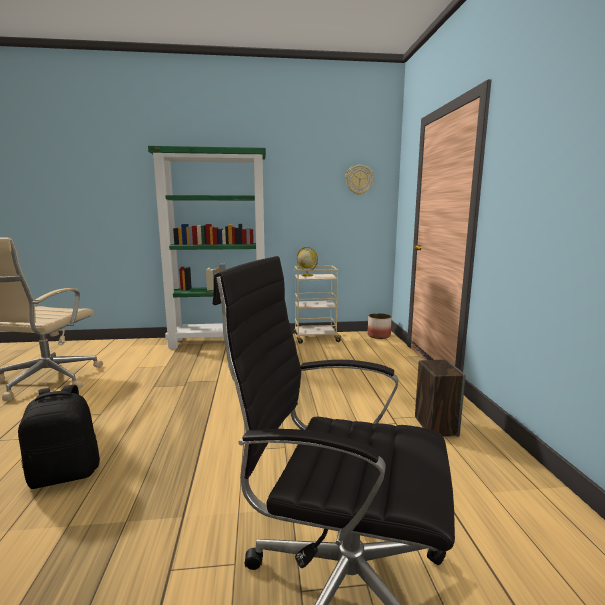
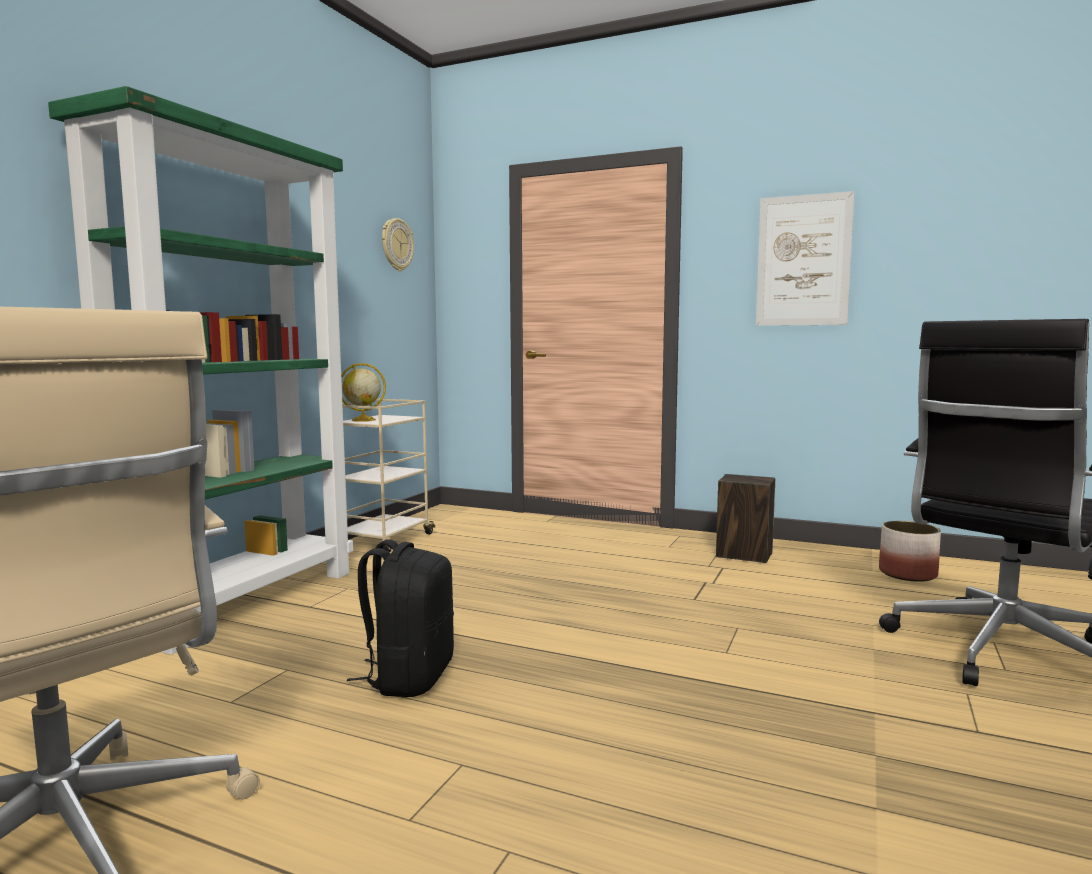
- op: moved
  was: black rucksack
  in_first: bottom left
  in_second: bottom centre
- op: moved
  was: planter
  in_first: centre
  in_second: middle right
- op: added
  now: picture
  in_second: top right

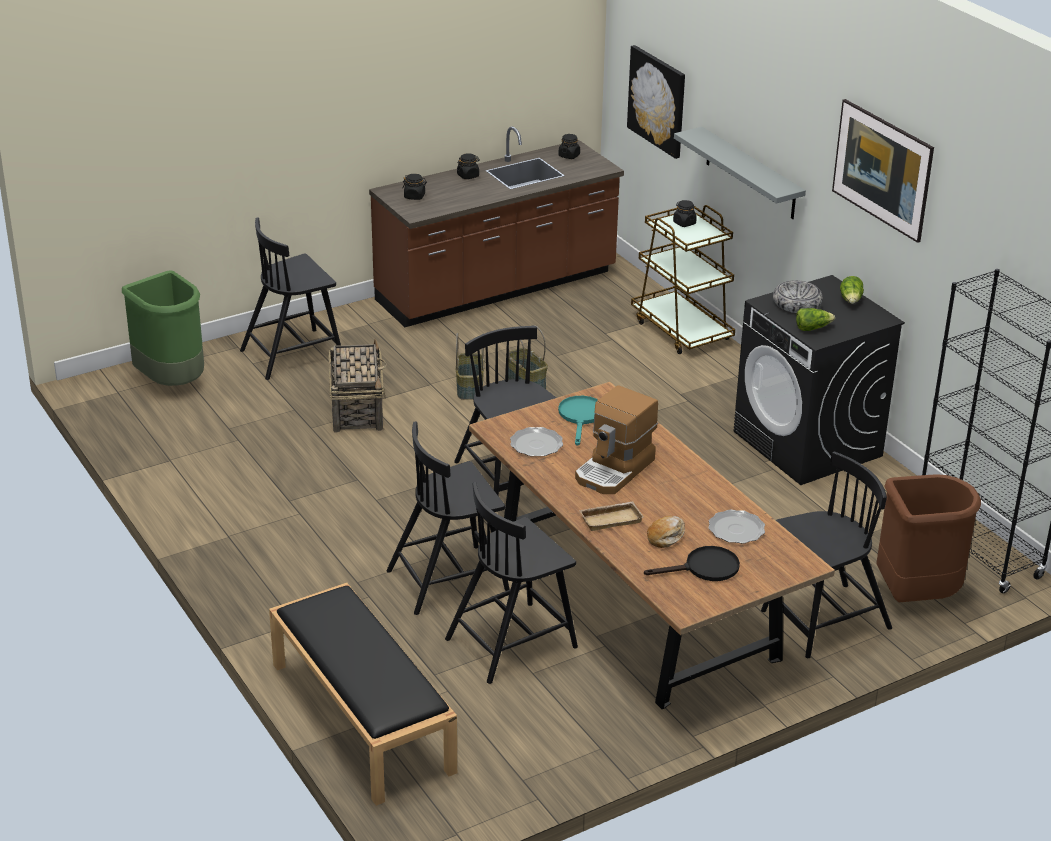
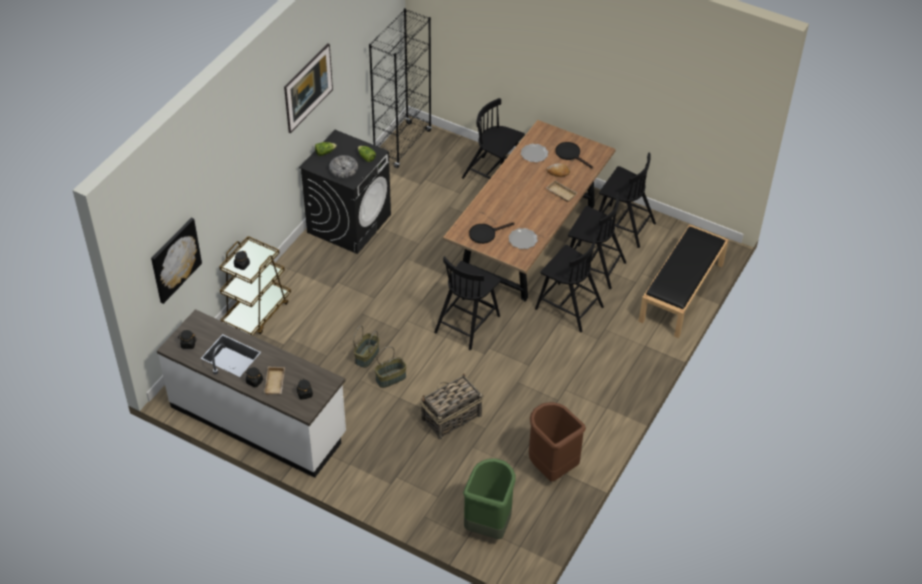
- op: moved
  was: black upright chair (1st from left in the first image)
  now: black upright chair (5th from left)
  in_first: middle left
  in_second: middle right
- op: recoloured
  was: brown kitchen counter
  now: white kitchen counter
  in_first: top centre
  in_second: bottom left
- op: recoloured
  was: blue-green pan
  now: black pan (1st from left)
  in_first: centre
  in_second: centre
- op: removed
  was: coffee brewer
  in_first: centre
- op: removed
  was: greyish bracket shelf
  in_first: top right
- op: moved
  was: brown rubbish bin
  in_first: middle right
  in_second: bottom centre
- op: added
  now: beige tray (1st from left)
  in_second: middle left

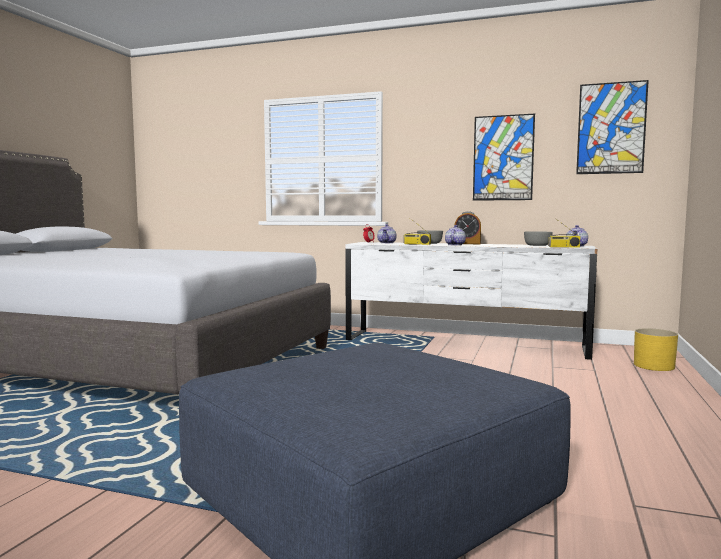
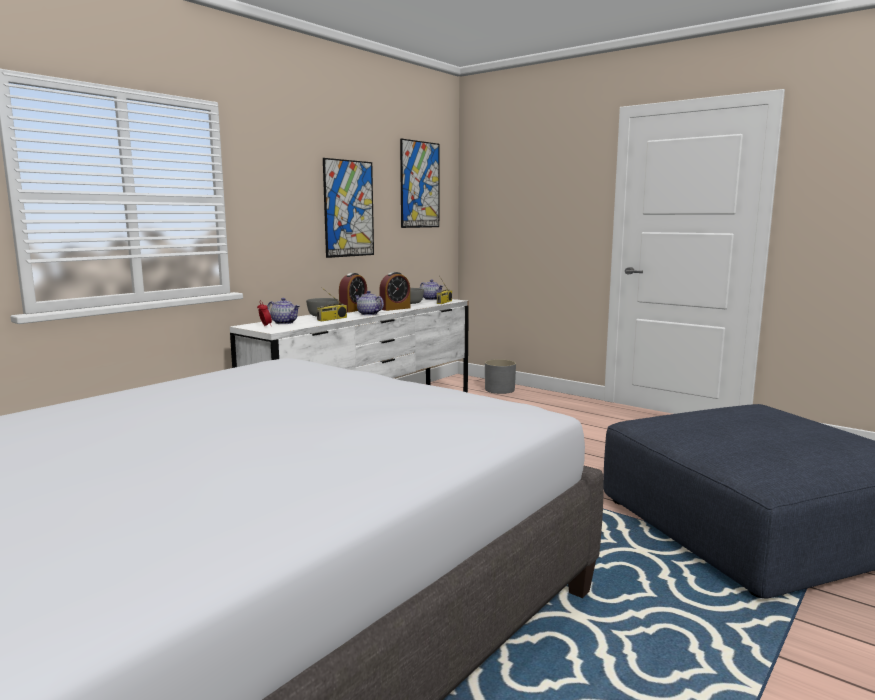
- op: recoloured
  was: yellow planter
  now: greyish planter
  in_first: middle right
  in_second: centre
- op: added
  now: table clock (3rd from left)
  in_second: centre

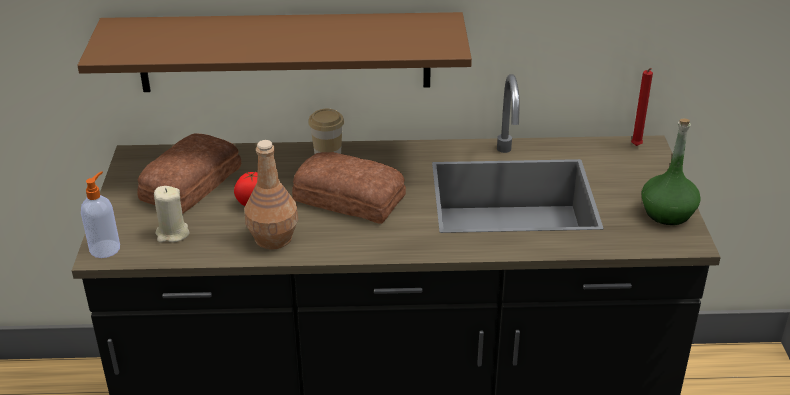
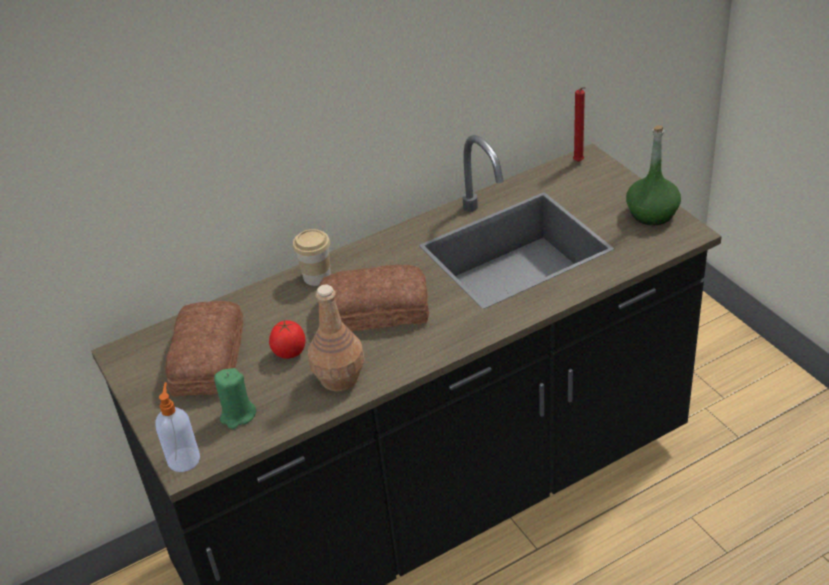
- op: removed
  was: brown bracket shelf
  in_first: top centre
- op: recoloured
  was: beige candle
  now: greenish candle
  in_first: middle left
  in_second: bottom left

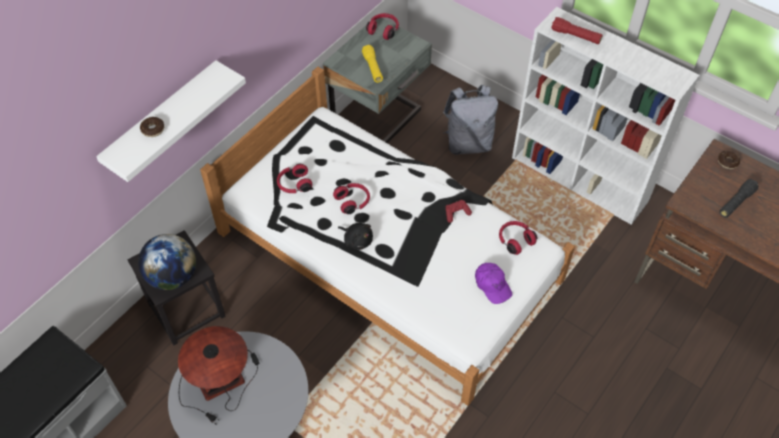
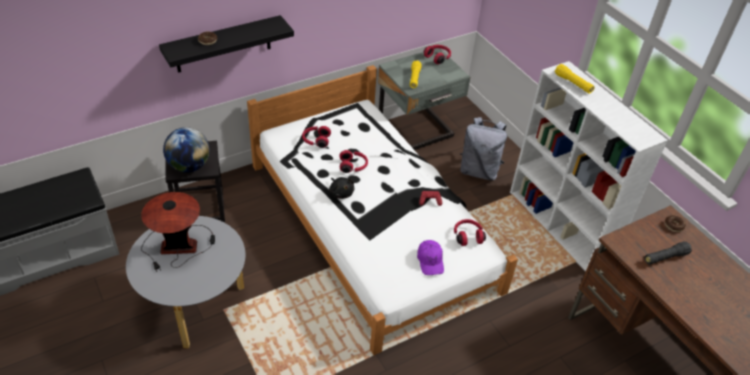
- op: recoloured
  was: white bracket shelf
  now: black bracket shelf
  in_first: top left
  in_second: top left
- op: recoloured
  was: reddish hand torch
  now: yellow hand torch (2nd from left)
  in_first: top right
  in_second: top right

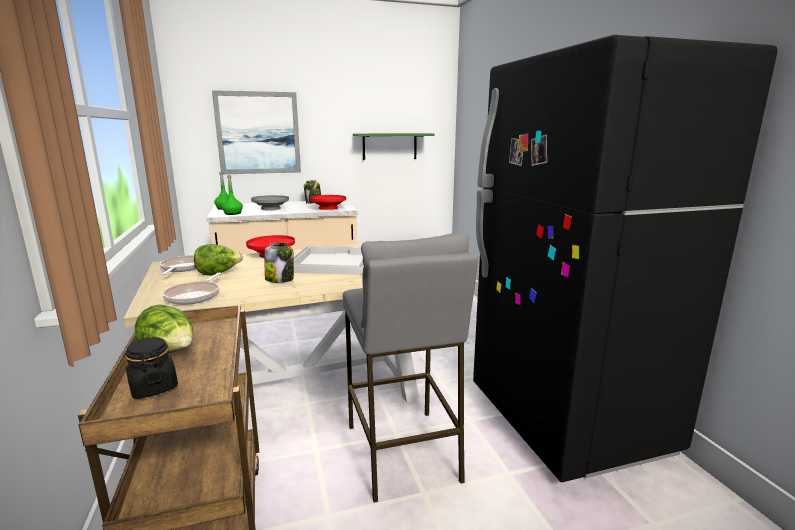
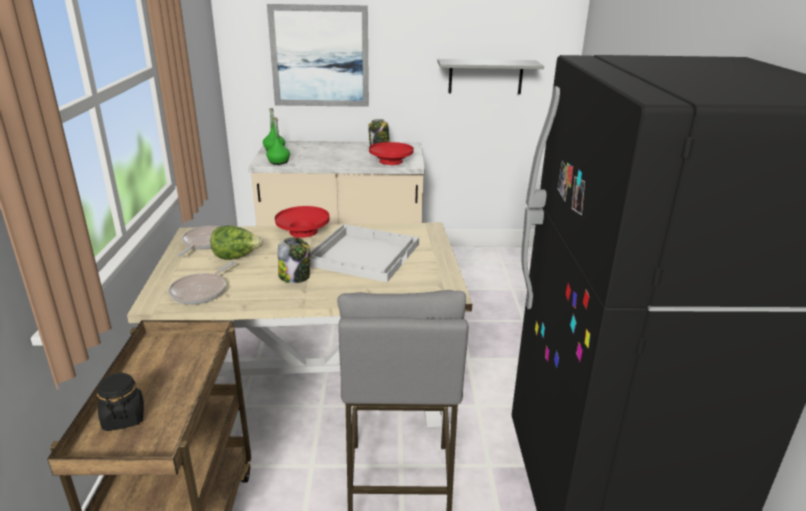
- op: removed
  was: head of lettuce (1st from left)
  in_first: middle left
- op: removed
  was: greyish serving bowl
  in_first: centre
- op: recoloured
  was: greenish bracket shelf
  now: greyish bracket shelf
  in_first: top centre
  in_second: top centre

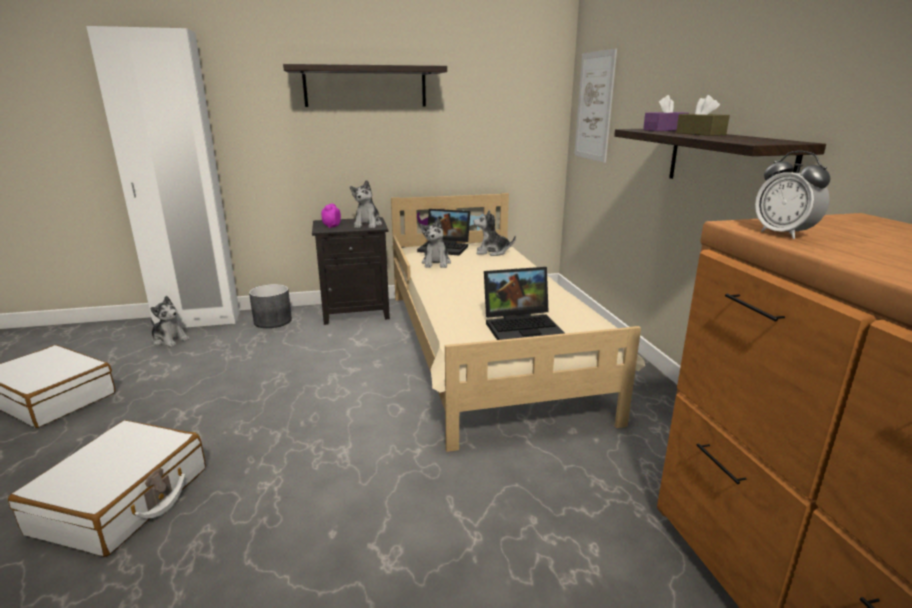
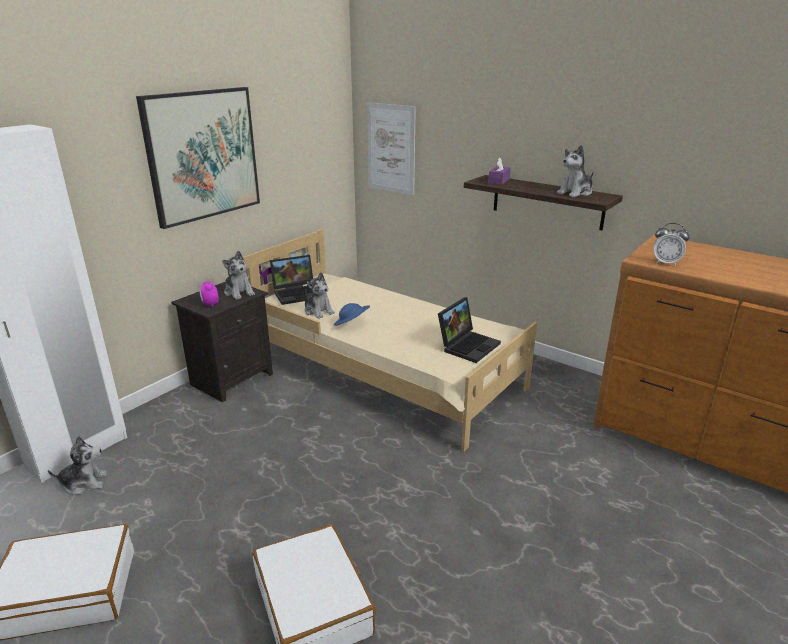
- op: removed
  was: greyish planter
  in_first: middle left
- op: replaced
  was: bracket shelf (1st from left)
  now: picture (1st from left)
  in_first: top centre
  in_second: top left
- op: moved
  was: soft toy (4th from left)
  in_first: centre
  in_second: top right
- op: removed
  was: brown tissue box
  in_first: top right
- op: added
  now: blue-coloured hat
  in_second: centre

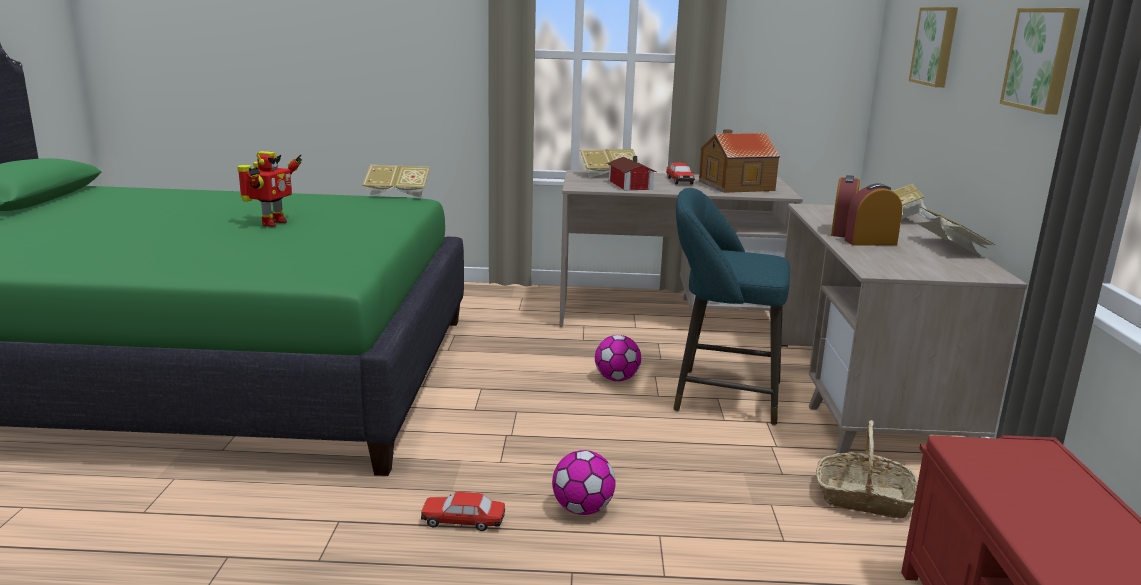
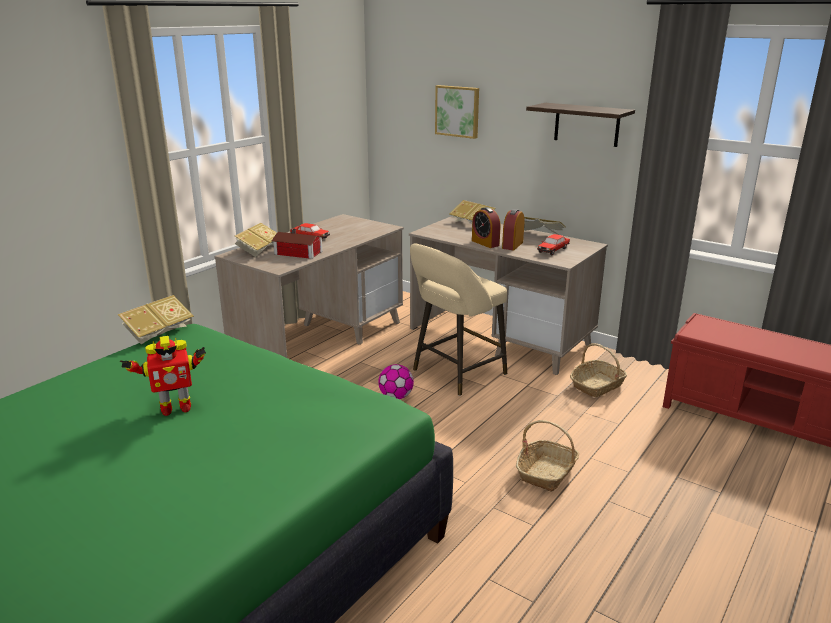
- op: turned
  was: robot figure
  in_first: top left
  in_second: middle left
  clockwise: 105
- op: moved
  was: miniature car (1st from left in the first image)
  now: miniature car (2nd from left)
  in_first: bottom centre
  in_second: centre
- op: replaced
  was: ball for football (1st from left)
  now: household basket (1st from left)
  in_first: bottom centre
  in_second: bottom centre
- op: recoloured
  was: blue-green stool
  now: beige stool
  in_first: centre
  in_second: centre
- op: removed
  was: miniature house (2nd from left)
  in_first: top centre
- op: replaced
  was: picture (2nd from left)
  now: bracket shelf
  in_first: top right
  in_second: top right

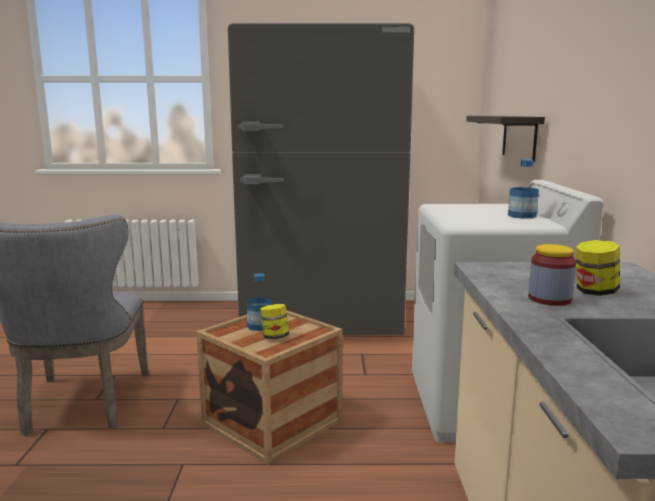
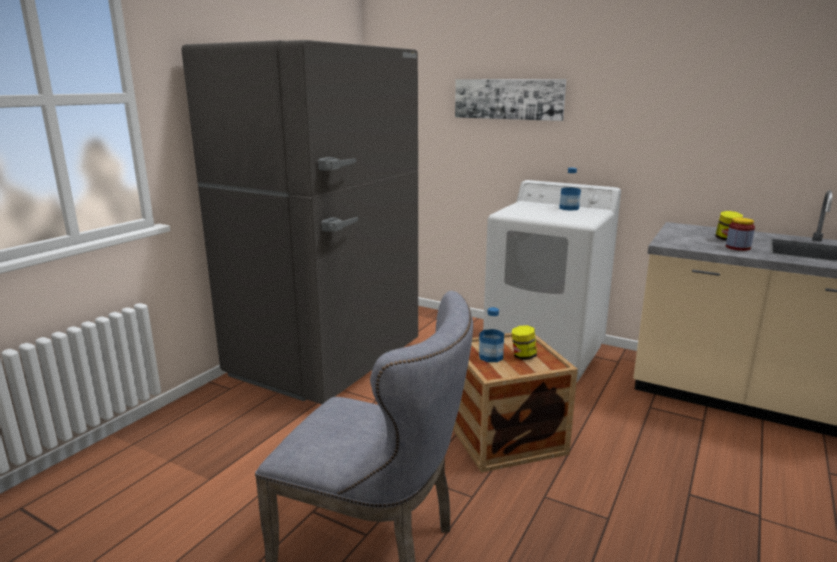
- op: removed
  was: bracket shelf
  in_first: top right
- op: added
  now: picture
  in_second: top centre

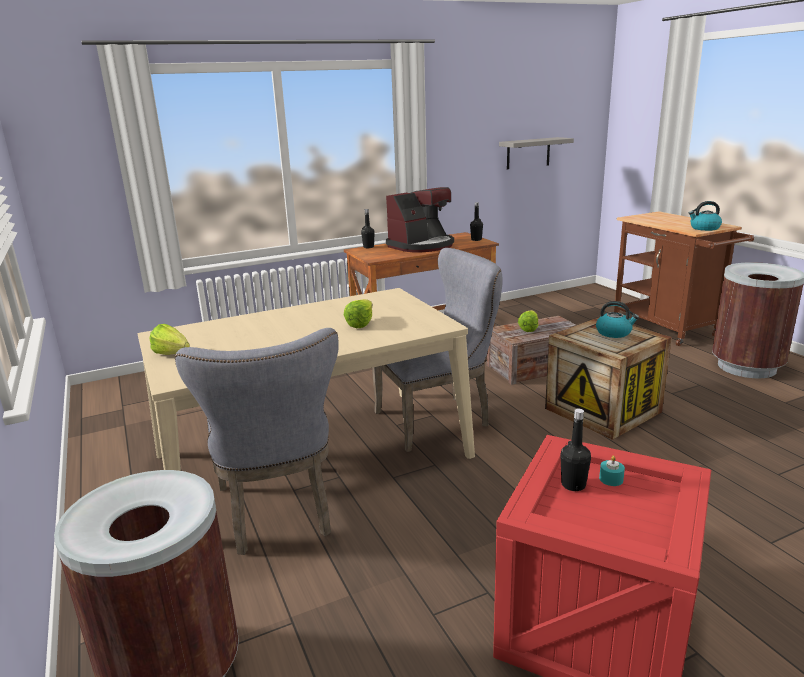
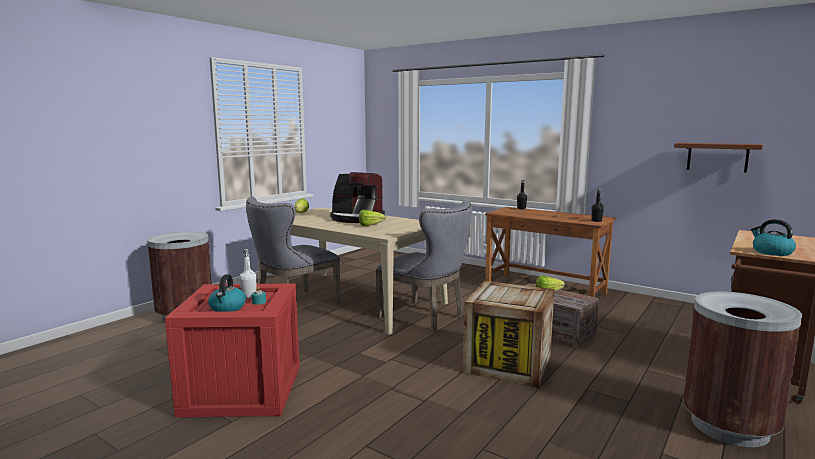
- op: moved
  was: coffee brewer
  in_first: top centre
  in_second: centre
- op: recoloured
  was: greyish bracket shelf
  now: brown bracket shelf
  in_first: top right
  in_second: middle right
- op: recoloured
  was: black beverage bottle (3rd from left)
  now: white beverage bottle
  in_first: middle right
  in_second: middle left
- op: moved
  was: tea kettle (1st from left)
  in_first: middle right
  in_second: middle left

